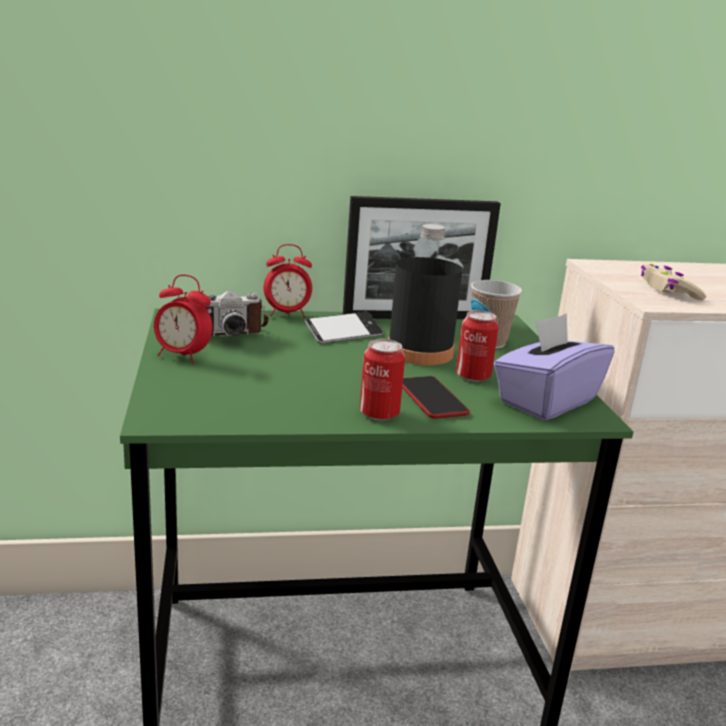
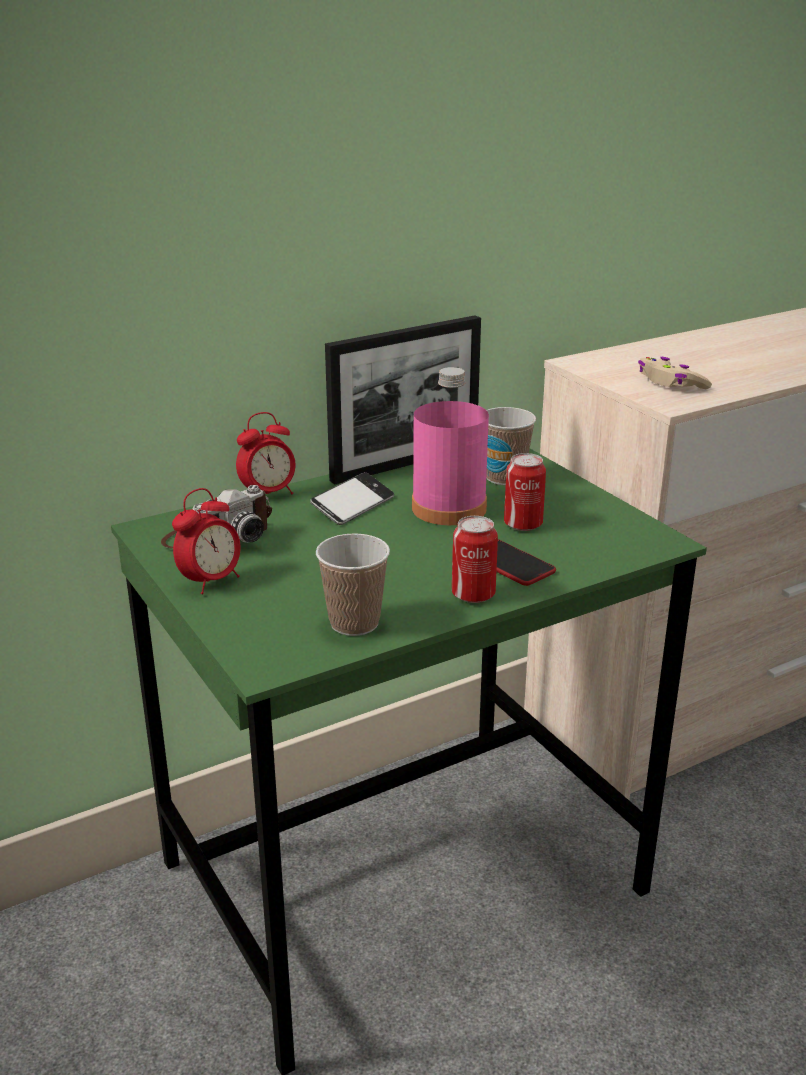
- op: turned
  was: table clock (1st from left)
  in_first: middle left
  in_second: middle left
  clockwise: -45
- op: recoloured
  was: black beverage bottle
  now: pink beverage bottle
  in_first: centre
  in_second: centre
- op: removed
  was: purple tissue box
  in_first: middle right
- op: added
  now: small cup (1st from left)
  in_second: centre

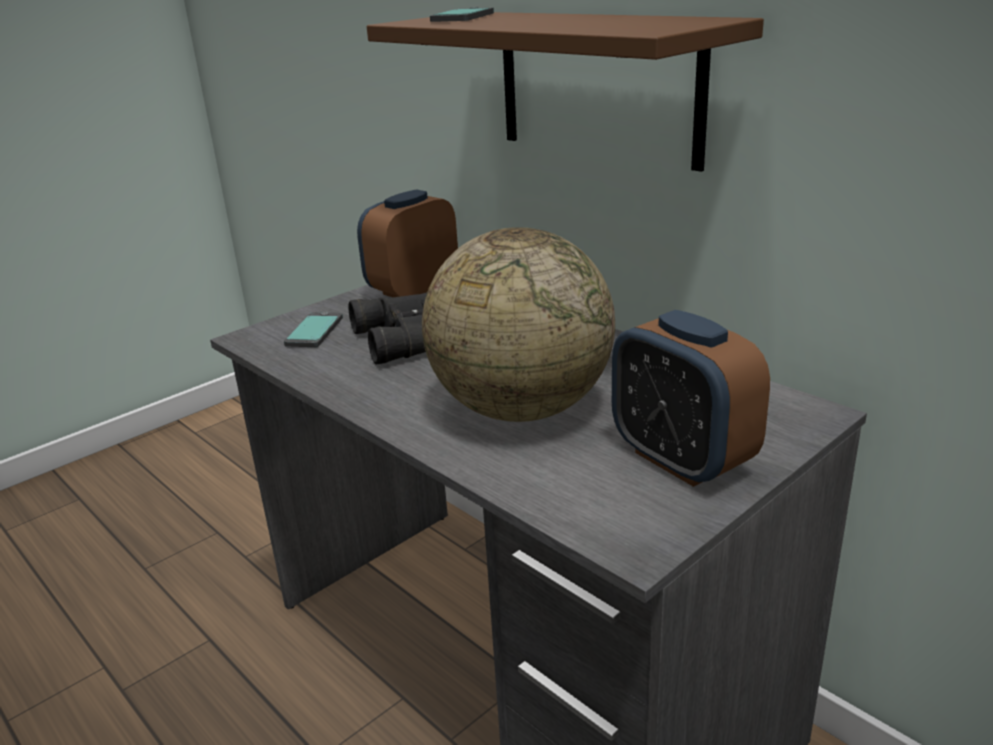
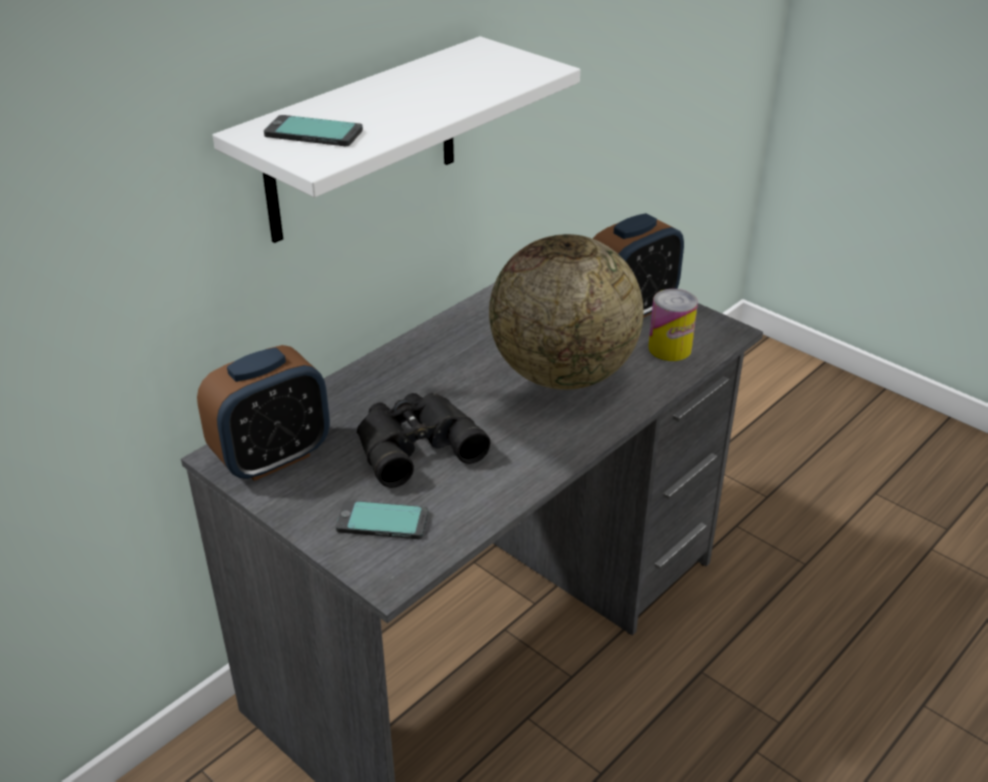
- op: turned
  was: table clock (1st from left)
  in_first: top centre
  in_second: middle left
  clockwise: -75
- op: recoloured
  was: brown bracket shelf
  now: white bracket shelf
  in_first: top centre
  in_second: top centre
- op: added
  now: metal can
  in_second: middle right

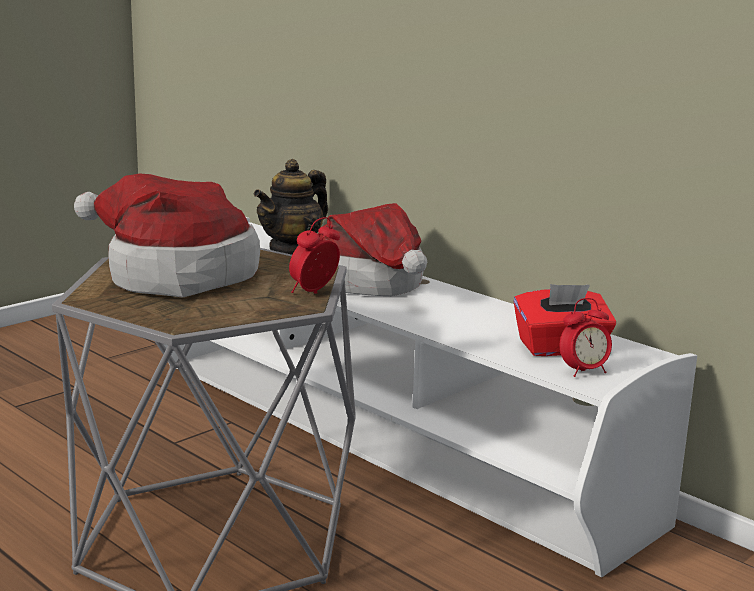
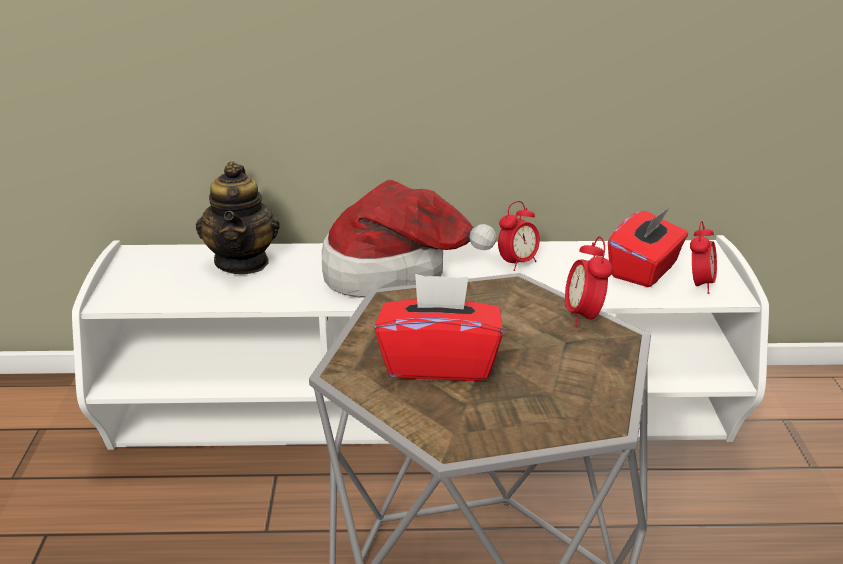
- op: replaced
  was: hat (1st from left)
  now: reddish tissue box (1st from left)
  in_first: middle left
  in_second: centre
- op: added
  now: table clock (1st from left)
  in_second: centre

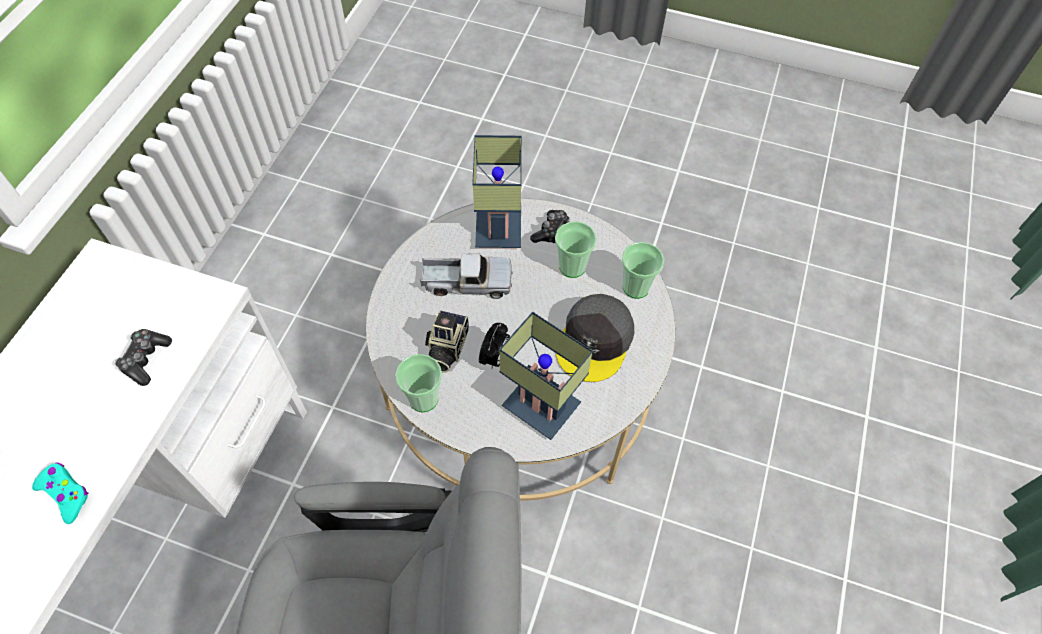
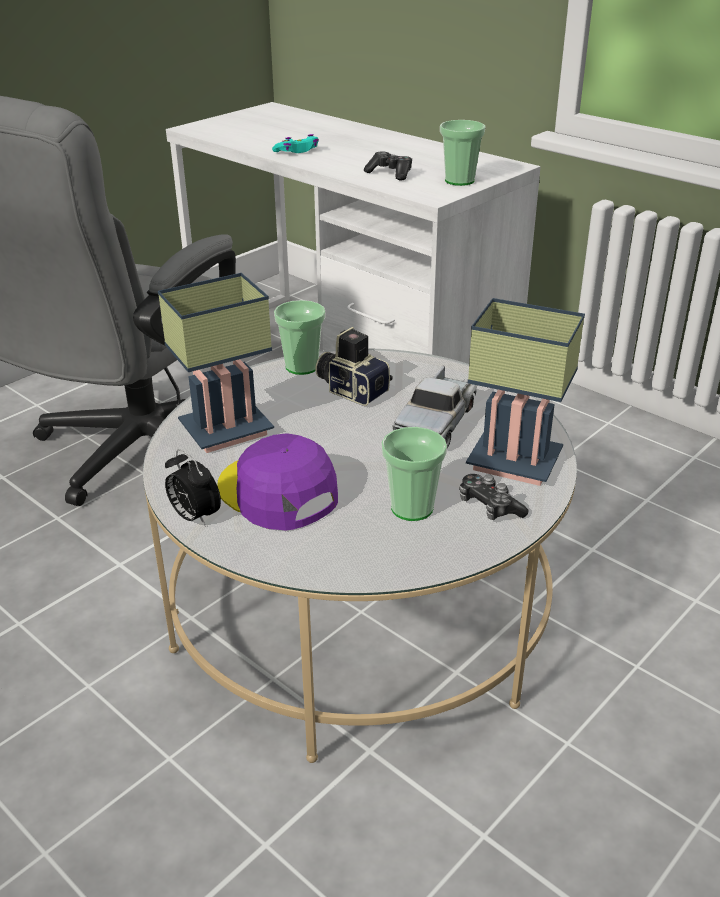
- op: moved
  was: table clock
  in_first: centre
  in_second: middle left
- op: recoloured
  was: greyish peaked cap
  now: purple peaked cap
  in_first: centre
  in_second: centre
- op: moved
  was: small cup (3rd from left)
  in_first: centre
  in_second: top centre

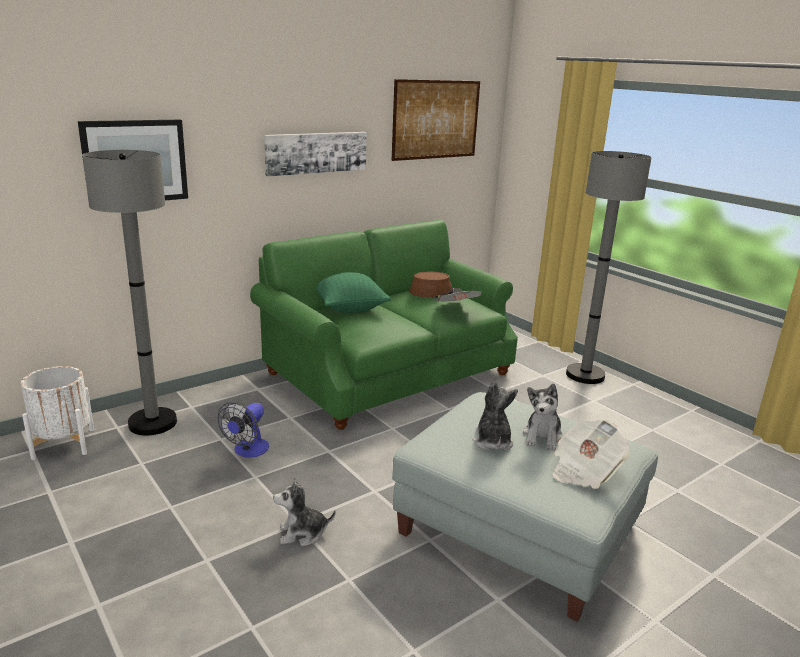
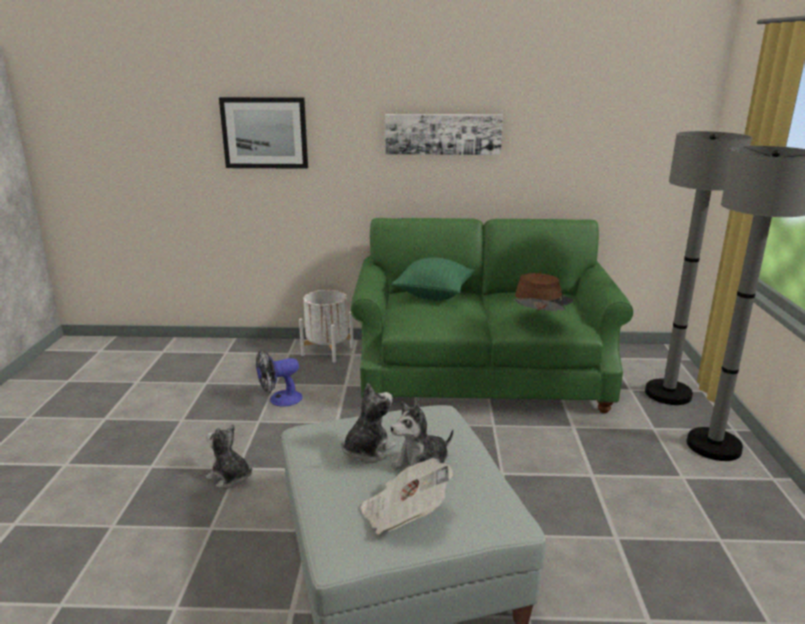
- op: moved
  was: white planter
  in_first: middle left
  in_second: centre
- op: moved
  was: greyish floor lamp (1st from left)
  in_first: middle left
  in_second: middle right
- op: removed
  was: picture (3rd from left)
  in_first: top centre

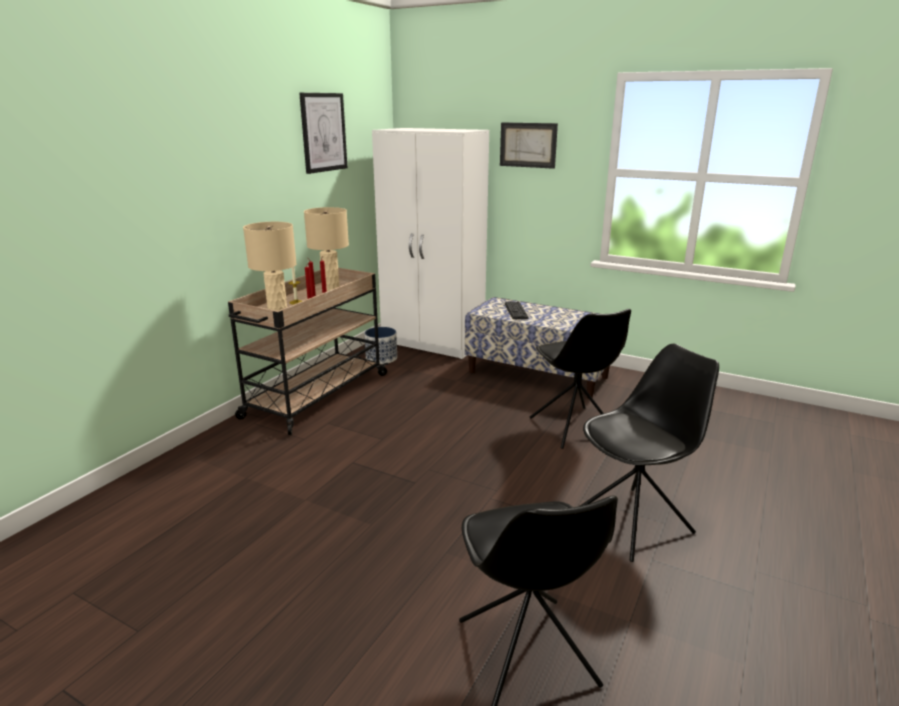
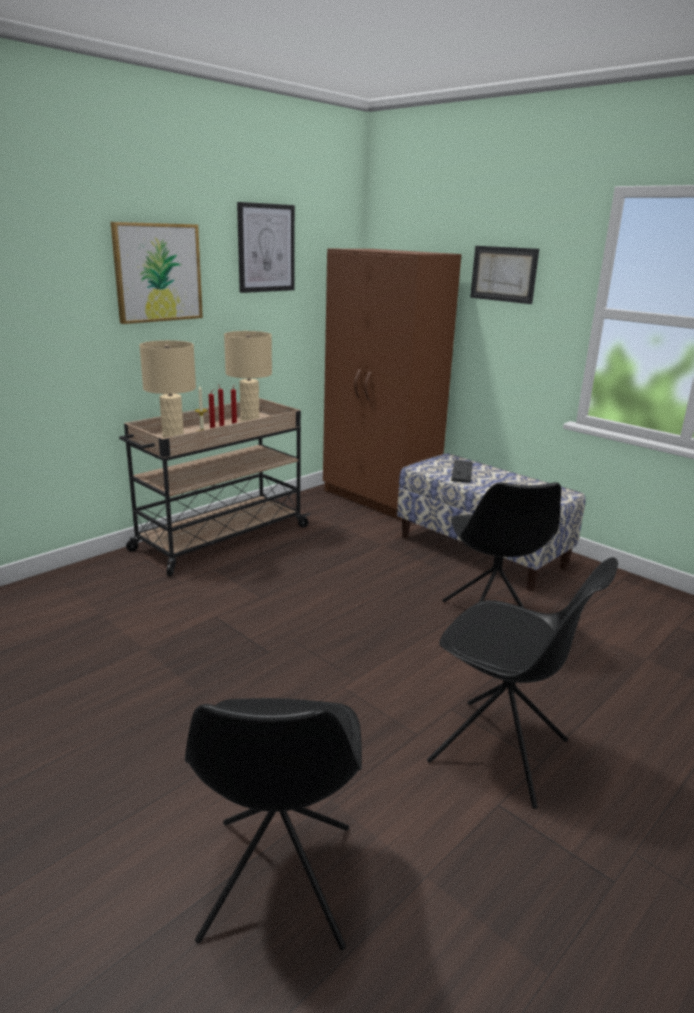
- op: removed
  was: planter
  in_first: centre
- op: recoloured
  was: white armoire
  now: brown armoire
  in_first: centre
  in_second: centre
- op: turned
  was: black upright chair (3rd from left)
  in_first: middle right
  in_second: bottom right
  clockwise: 45
- op: added
  now: picture (1st from left)
  in_second: top left

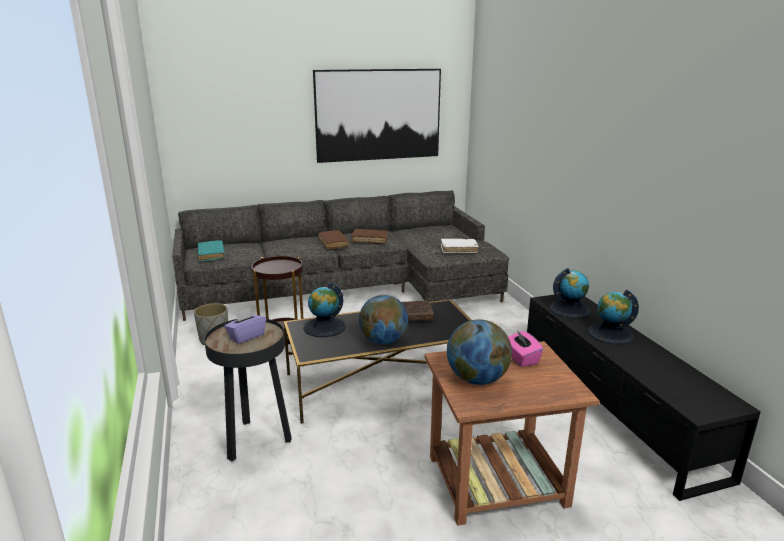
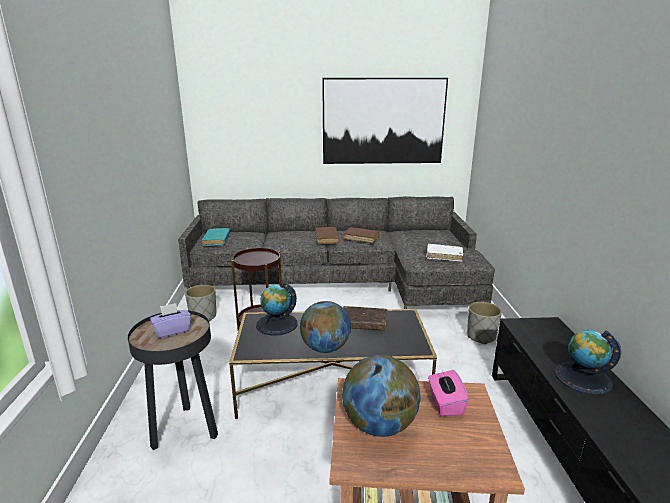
- op: removed
  was: globe (4th from left)
  in_first: middle right
- op: added
  now: greyish planter (2nd from left)
  in_second: middle right

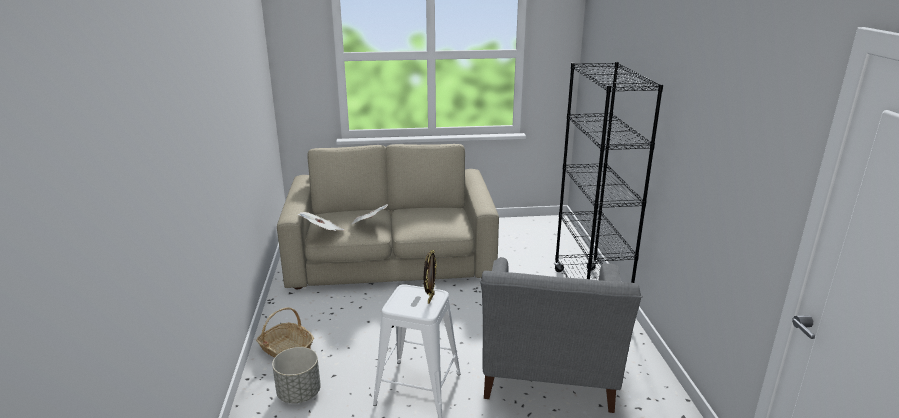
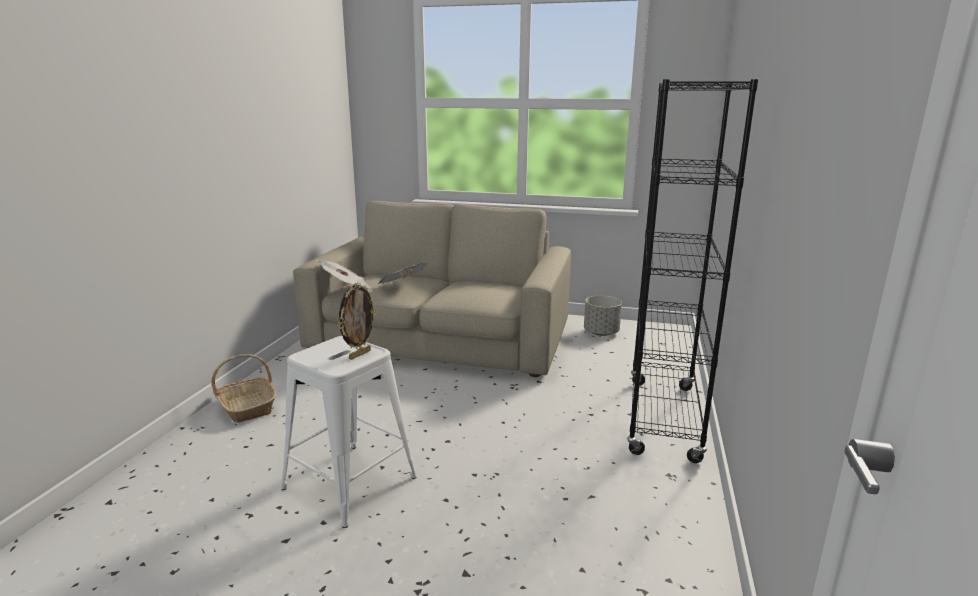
- op: moved
  was: greyish planter
  in_first: bottom left
  in_second: centre
- op: removed
  was: greyish easy chair
  in_first: bottom centre

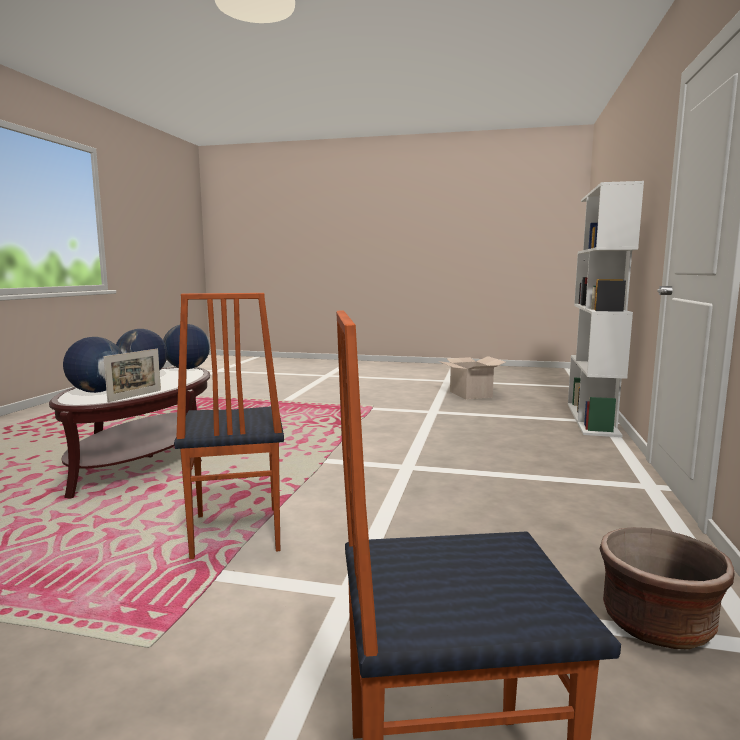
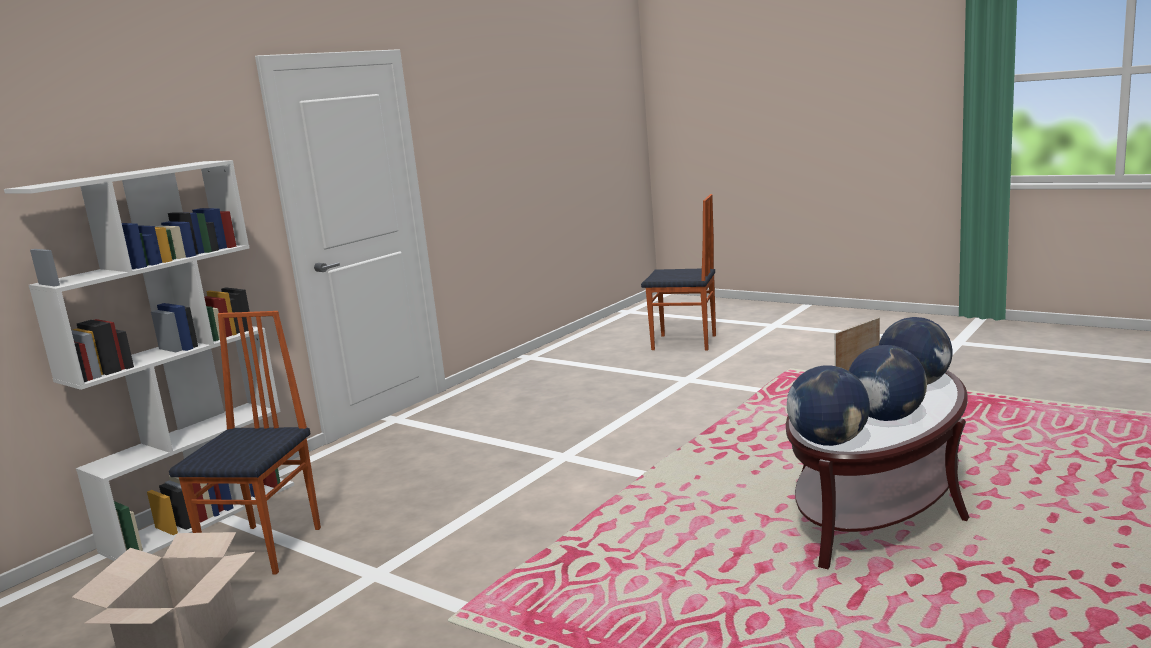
- op: moved
  was: upright chair (1st from left)
  in_first: middle left
  in_second: bottom left
- op: removed
  was: brown planter
  in_first: bottom right

